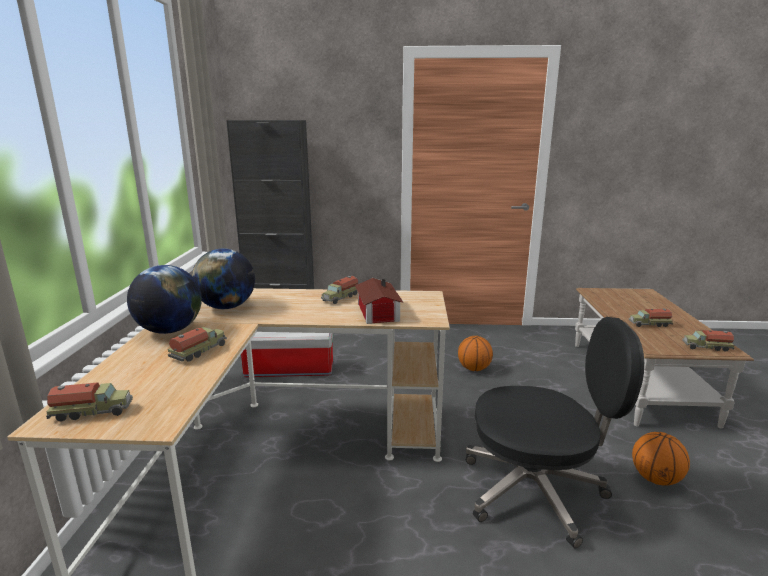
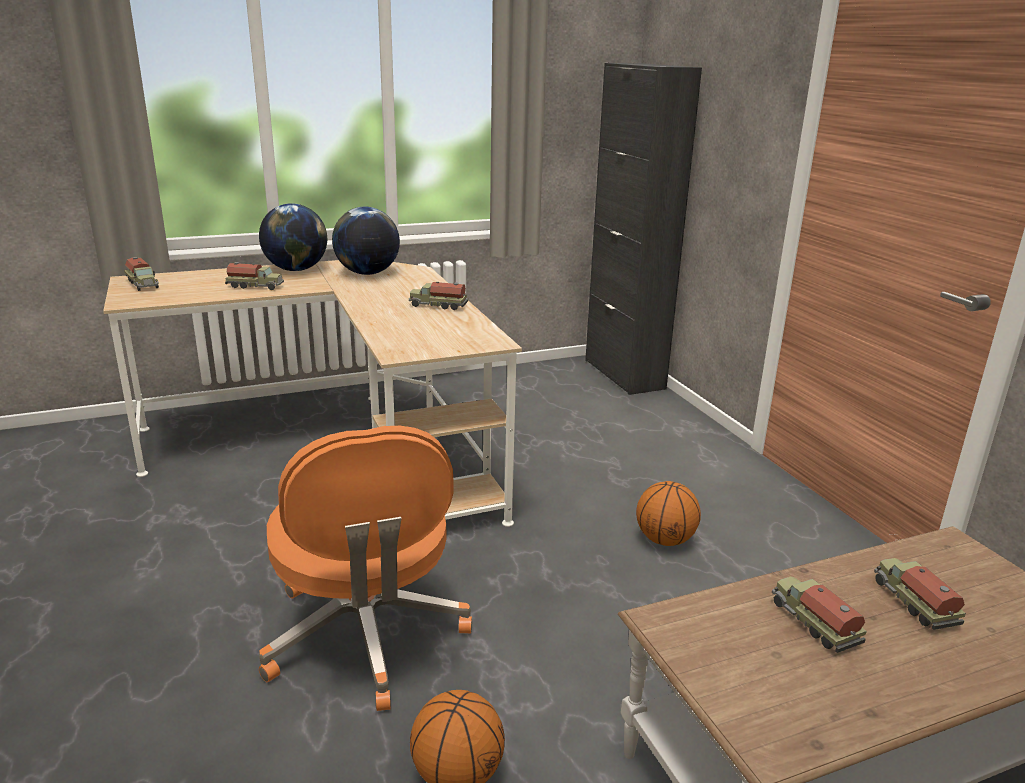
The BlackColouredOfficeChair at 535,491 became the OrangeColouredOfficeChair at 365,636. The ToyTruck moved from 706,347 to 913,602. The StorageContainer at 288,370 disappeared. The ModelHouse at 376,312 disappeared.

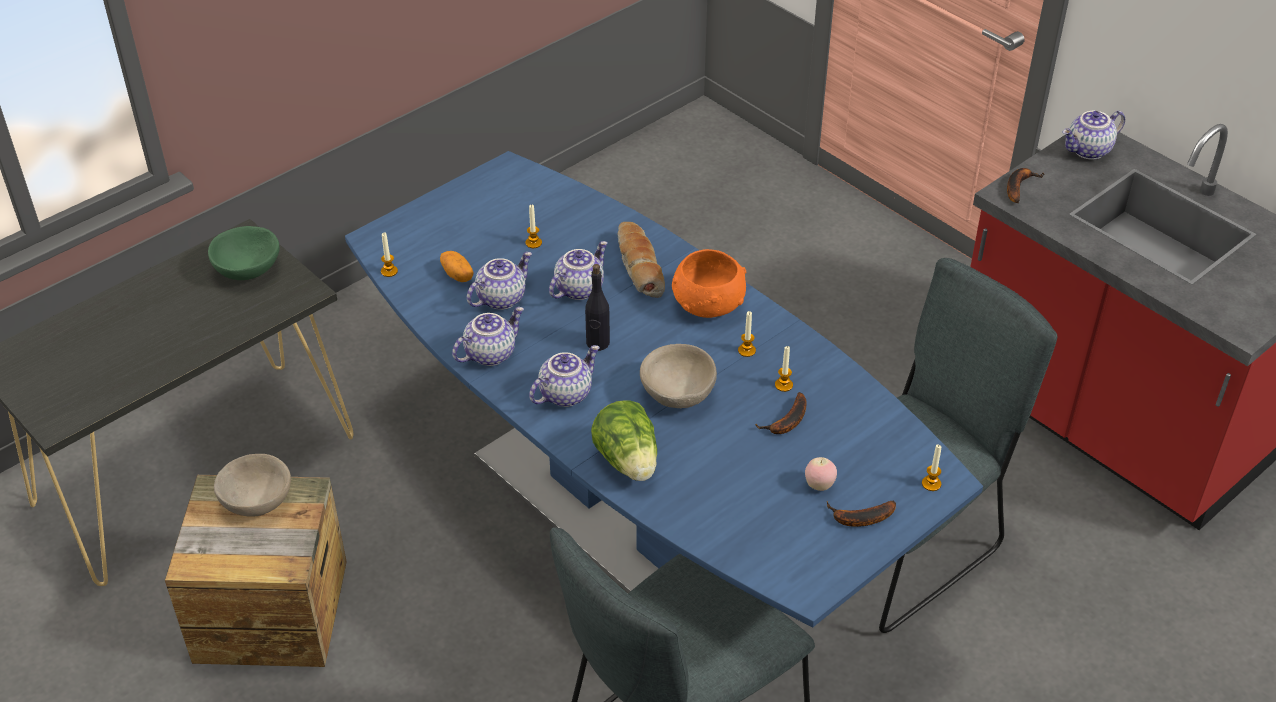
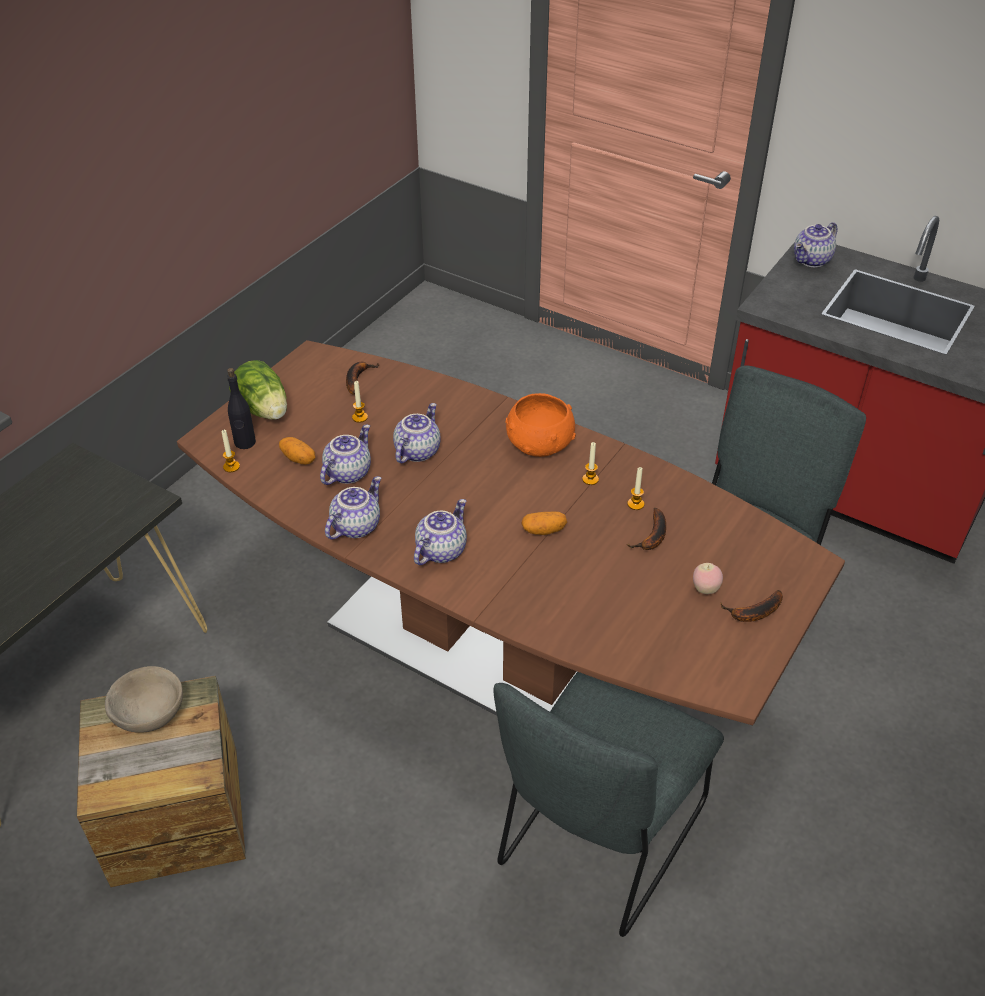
The BlueKitchenTable at 637,516 became the BrownKitchenTable at 491,649. The BlackColouredDrinkBottle moved from 597,343 to 245,442. The HeadOfLettuce moved from 628,461 to 264,411. The Banana moved from 1018,186 to 357,379. The SandColouredDeepDish at 677,393 was replaced by the Spud at 543,530. The GreenColouredDeepDish at 248,270 disappeared. The Bread at 638,267 disappeared. The WaxCandle at 931,484 disappeared.

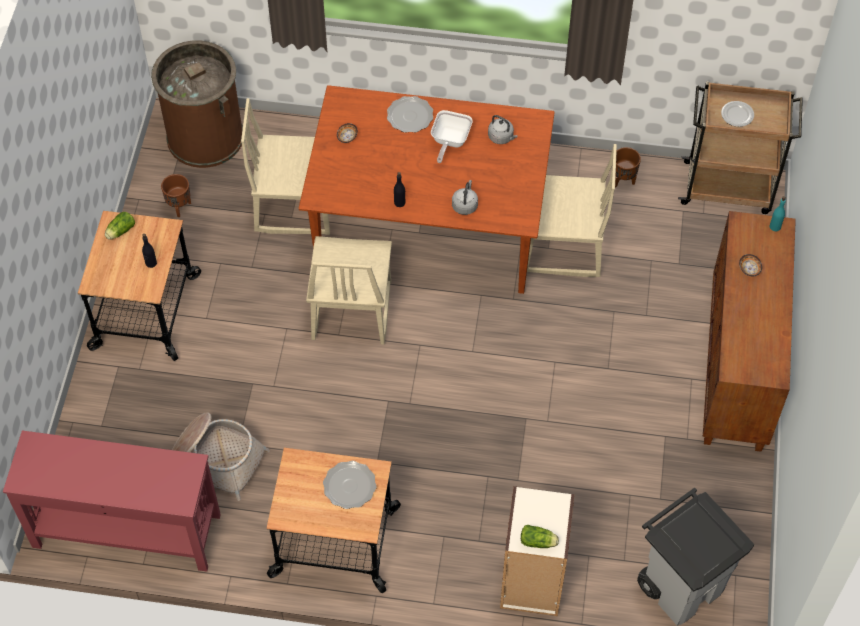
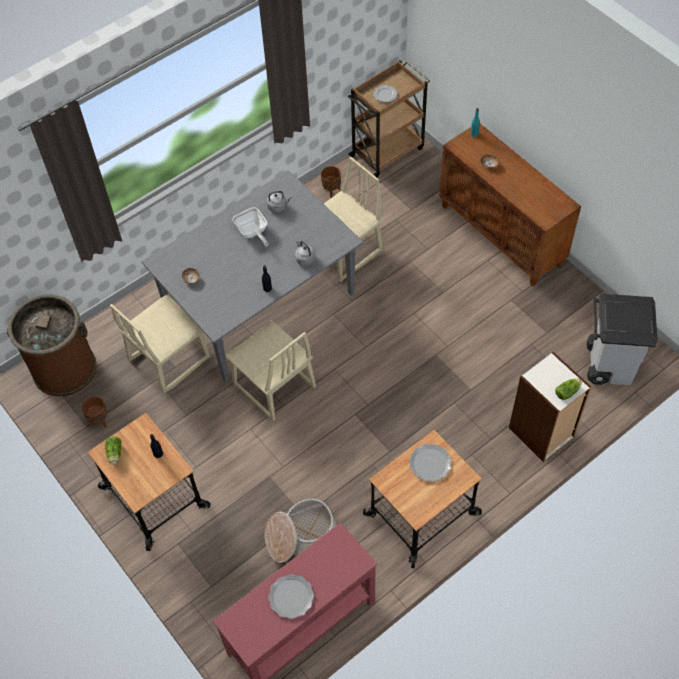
The BrownKitchenTable at 428,228 became the GreyishKitchenTable at 260,305. The DinnerPlate moved from 410,116 to 291,597.

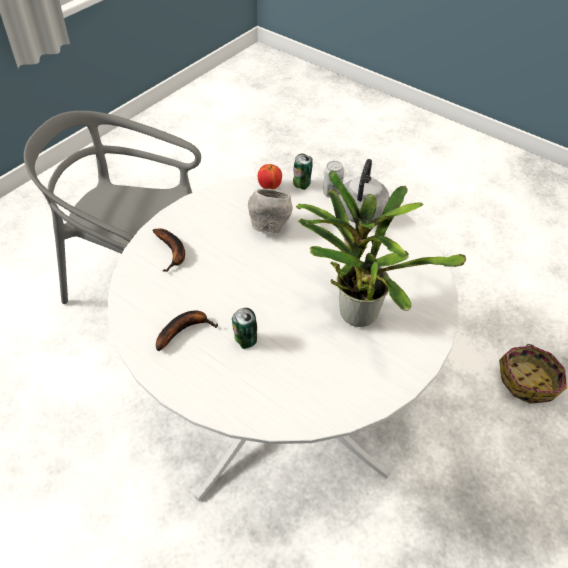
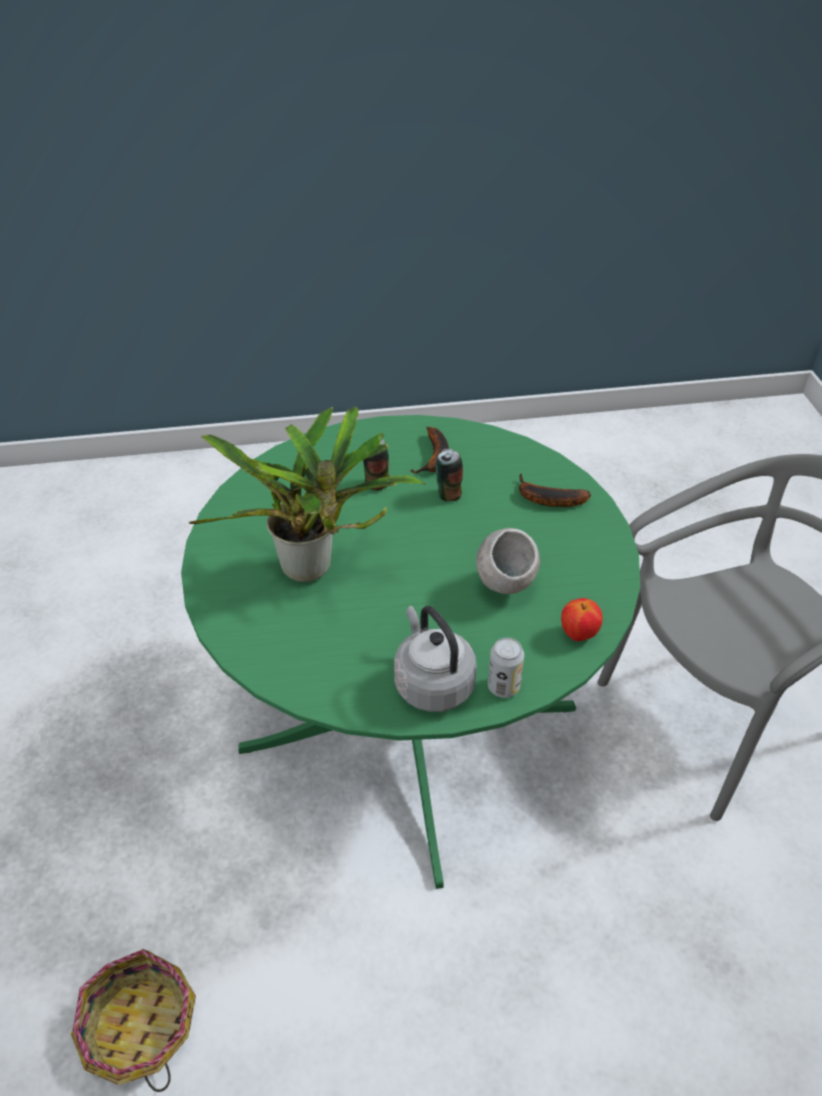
The WhiteKitchenTable at 280,404 became the GreenColouredKitchenTable at 411,728. The SealedCan moved from 301,185 to 448,494.

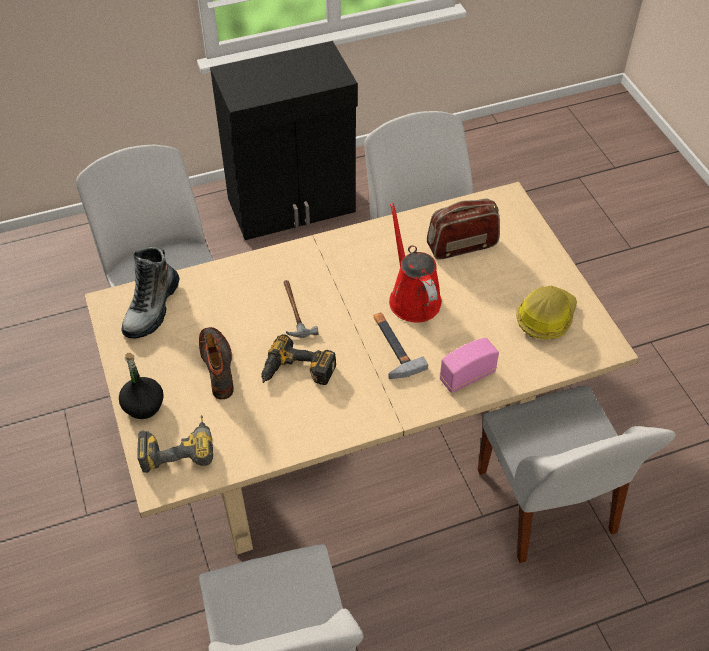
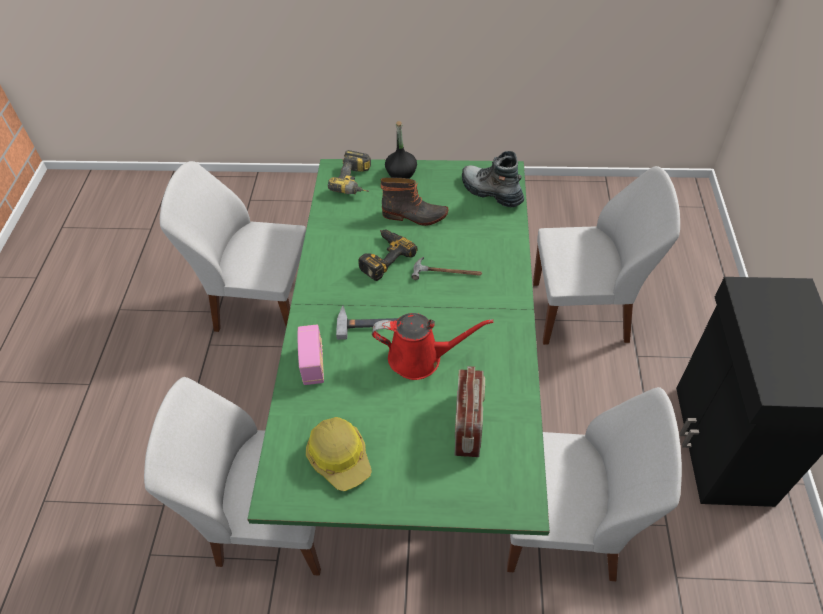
The SandColouredKitchenTable at 352,435 became the GreenColouredKitchenTable at 415,401.

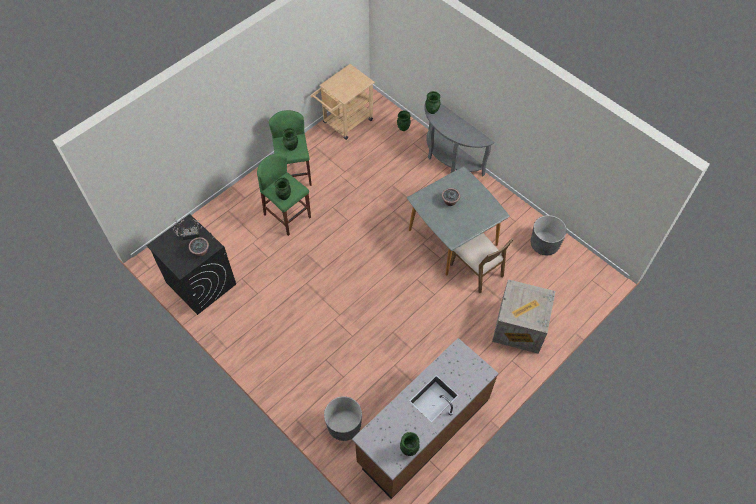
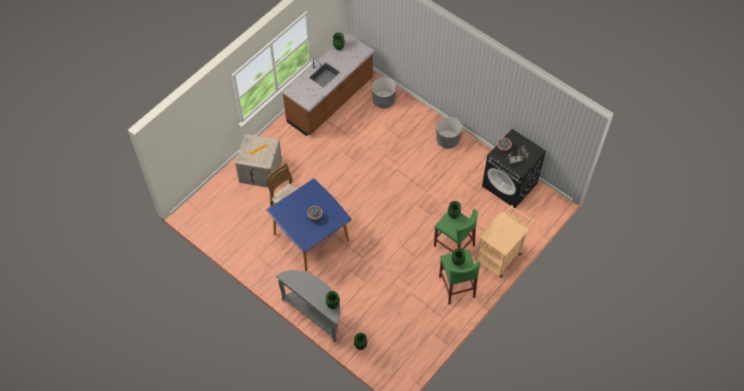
The GreyishKitchenTable at 453,237 became the BlueKitchenTable at 311,237. The GreyishFlowerPot moved from 544,244 to 447,140. The SandColouredTrolley moved from 344,123 to 501,254.

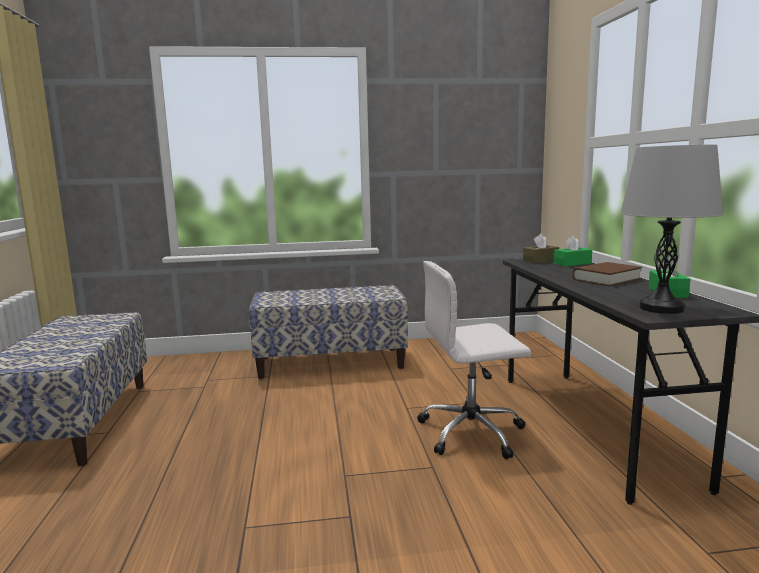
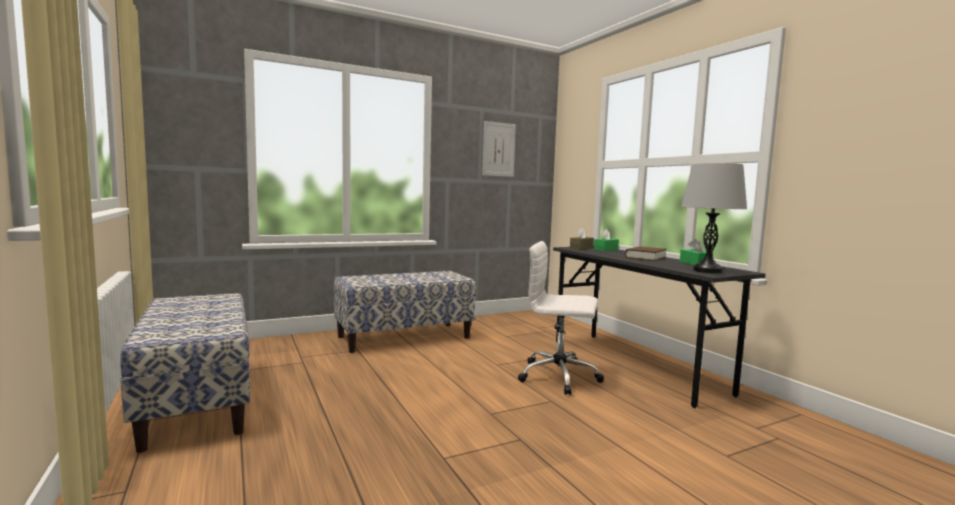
The WallPicture at 498,149 appeared. The WhiteOfficeChair at 473,432 turned 45 degrees clockwise.

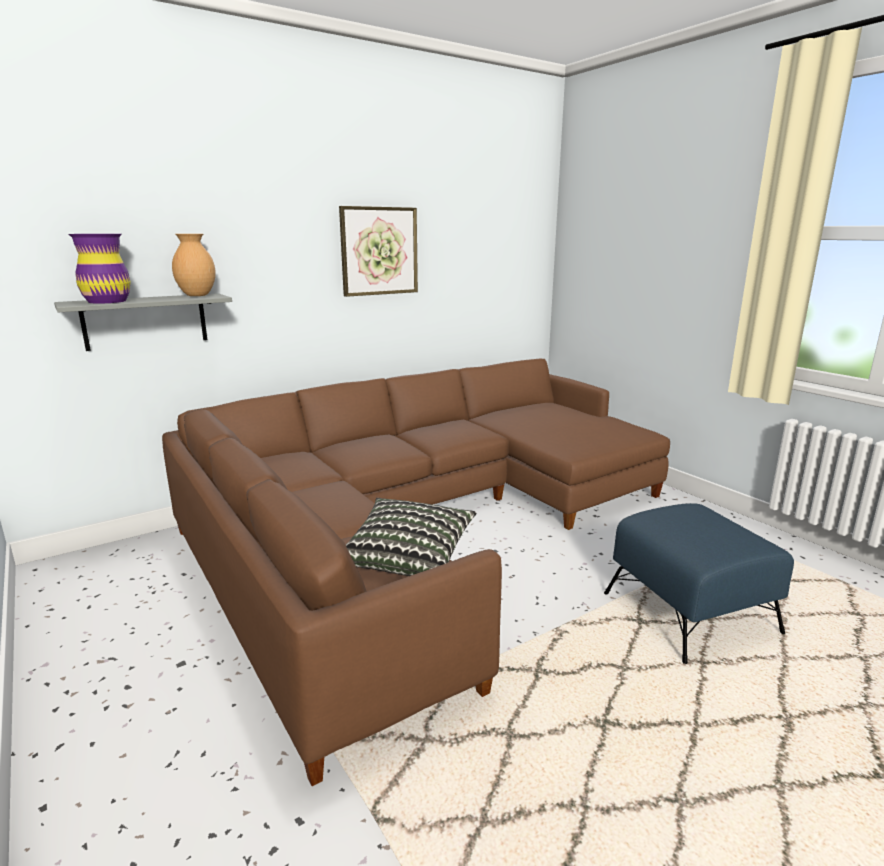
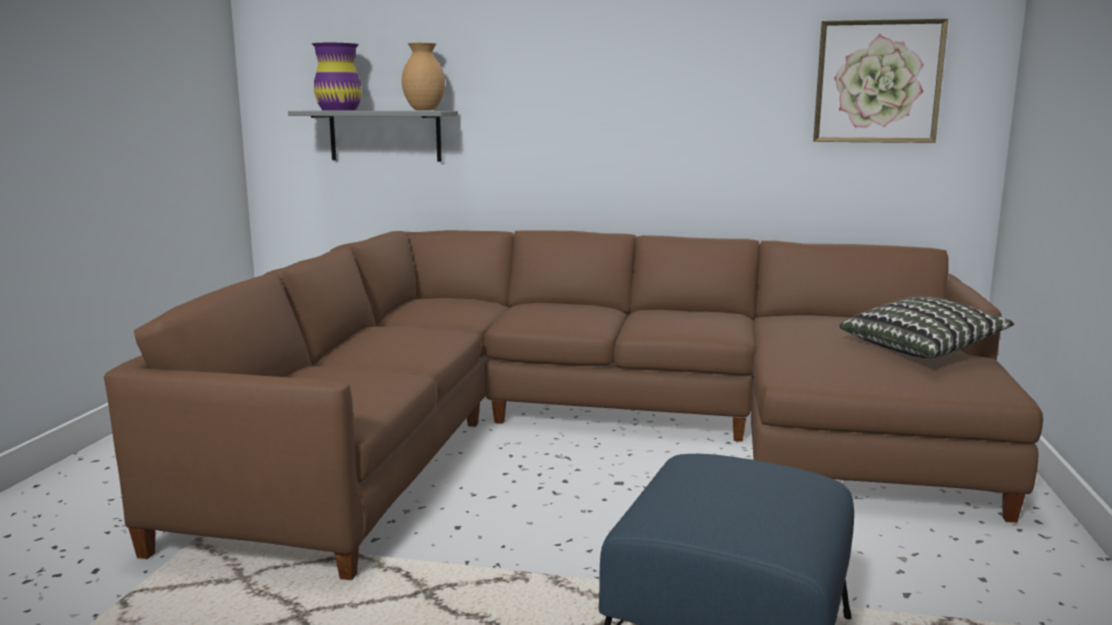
The WallPicture moved from 379,251 to 877,82. The Cushion moved from 408,556 to 921,349.

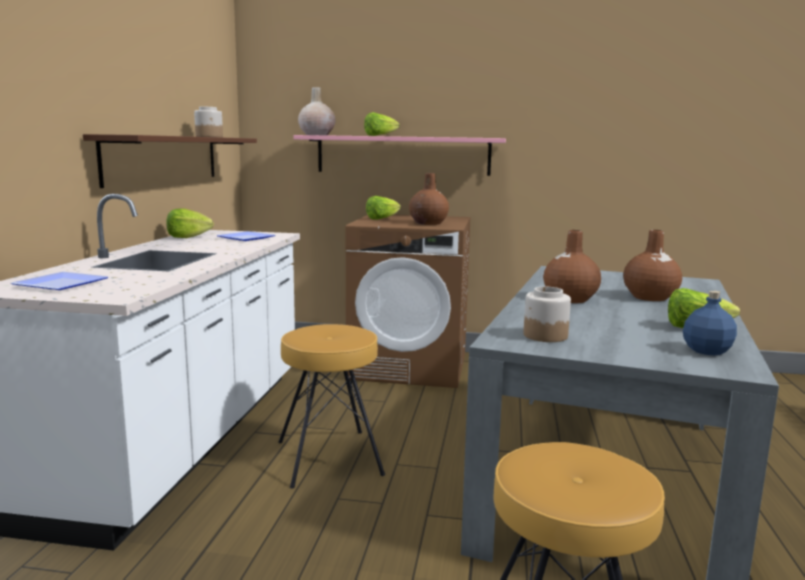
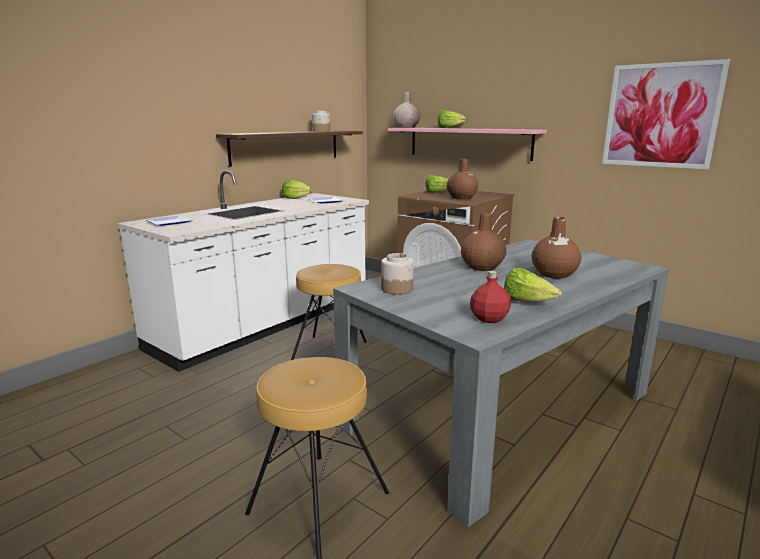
The BlueDrinkBottle at 706,351 became the RedColouredDrinkBottle at 488,319. The WallPicture at 661,116 appeared.

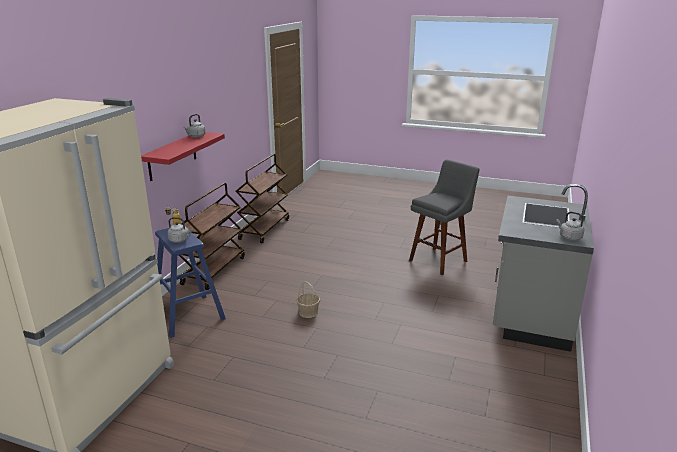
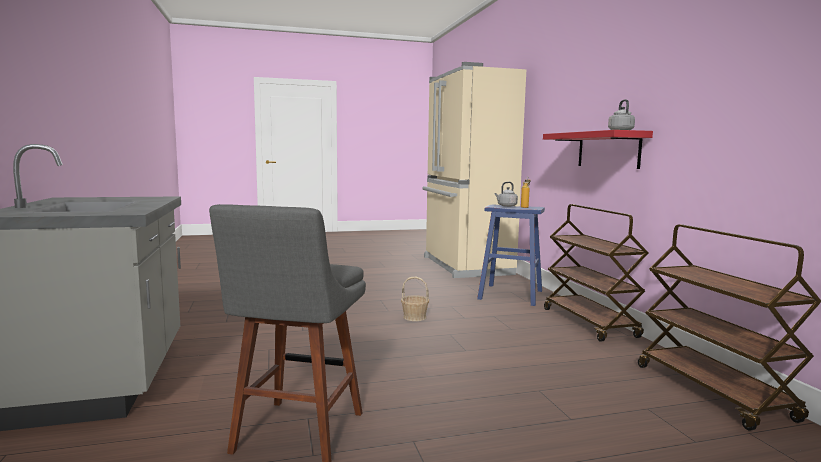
The GreyishTeaKettle at 569,237 disappeared.

